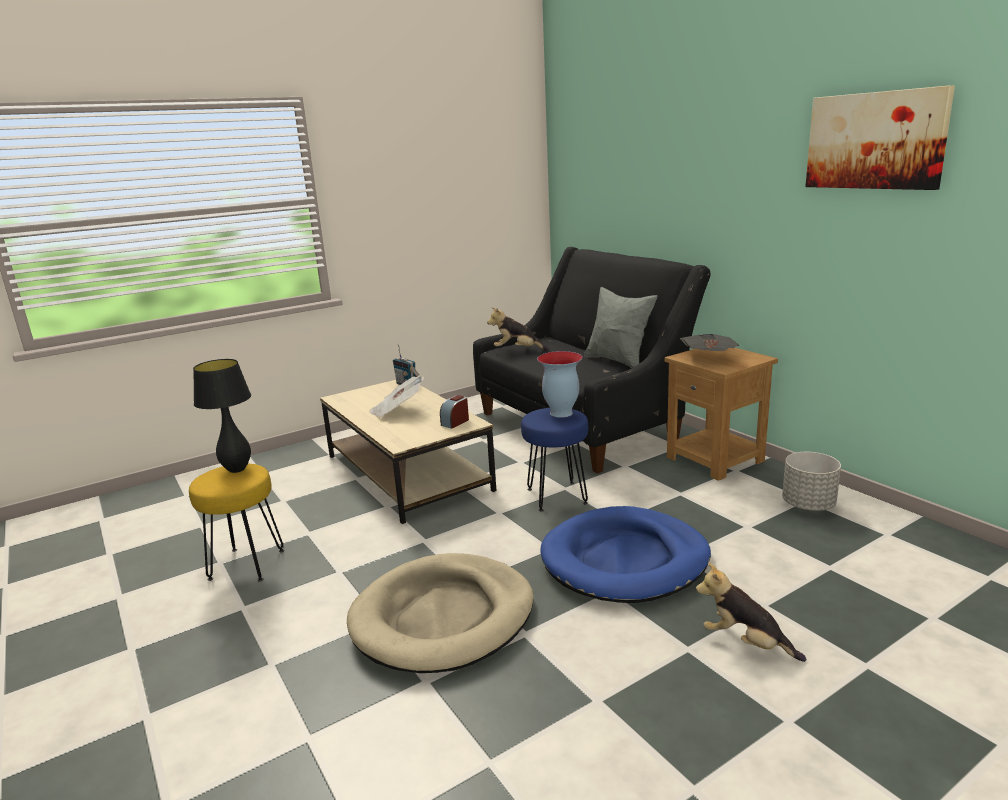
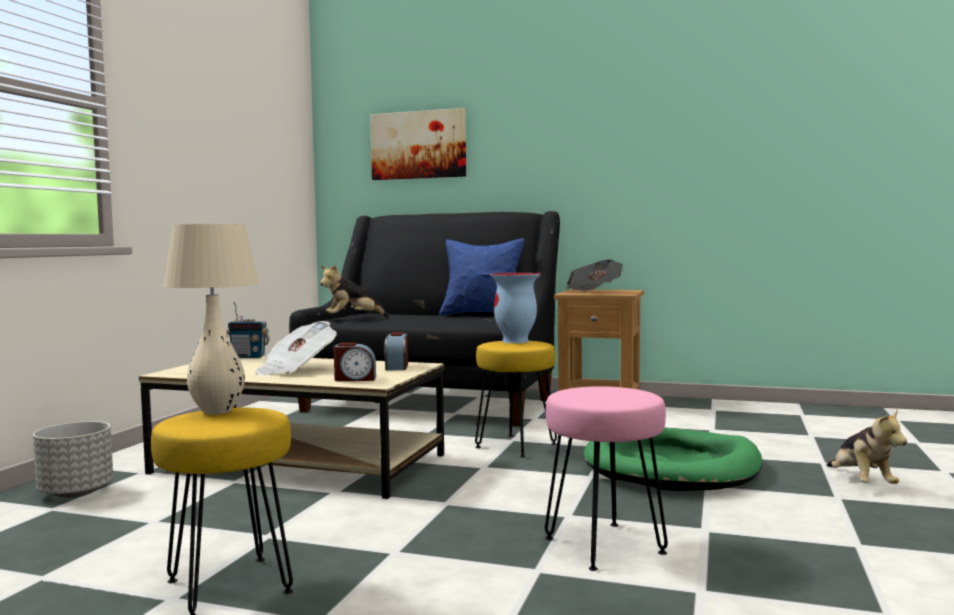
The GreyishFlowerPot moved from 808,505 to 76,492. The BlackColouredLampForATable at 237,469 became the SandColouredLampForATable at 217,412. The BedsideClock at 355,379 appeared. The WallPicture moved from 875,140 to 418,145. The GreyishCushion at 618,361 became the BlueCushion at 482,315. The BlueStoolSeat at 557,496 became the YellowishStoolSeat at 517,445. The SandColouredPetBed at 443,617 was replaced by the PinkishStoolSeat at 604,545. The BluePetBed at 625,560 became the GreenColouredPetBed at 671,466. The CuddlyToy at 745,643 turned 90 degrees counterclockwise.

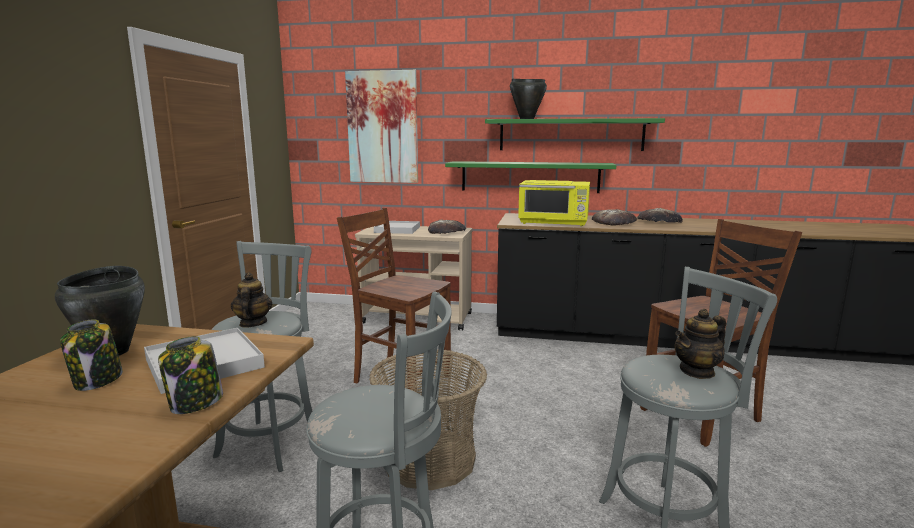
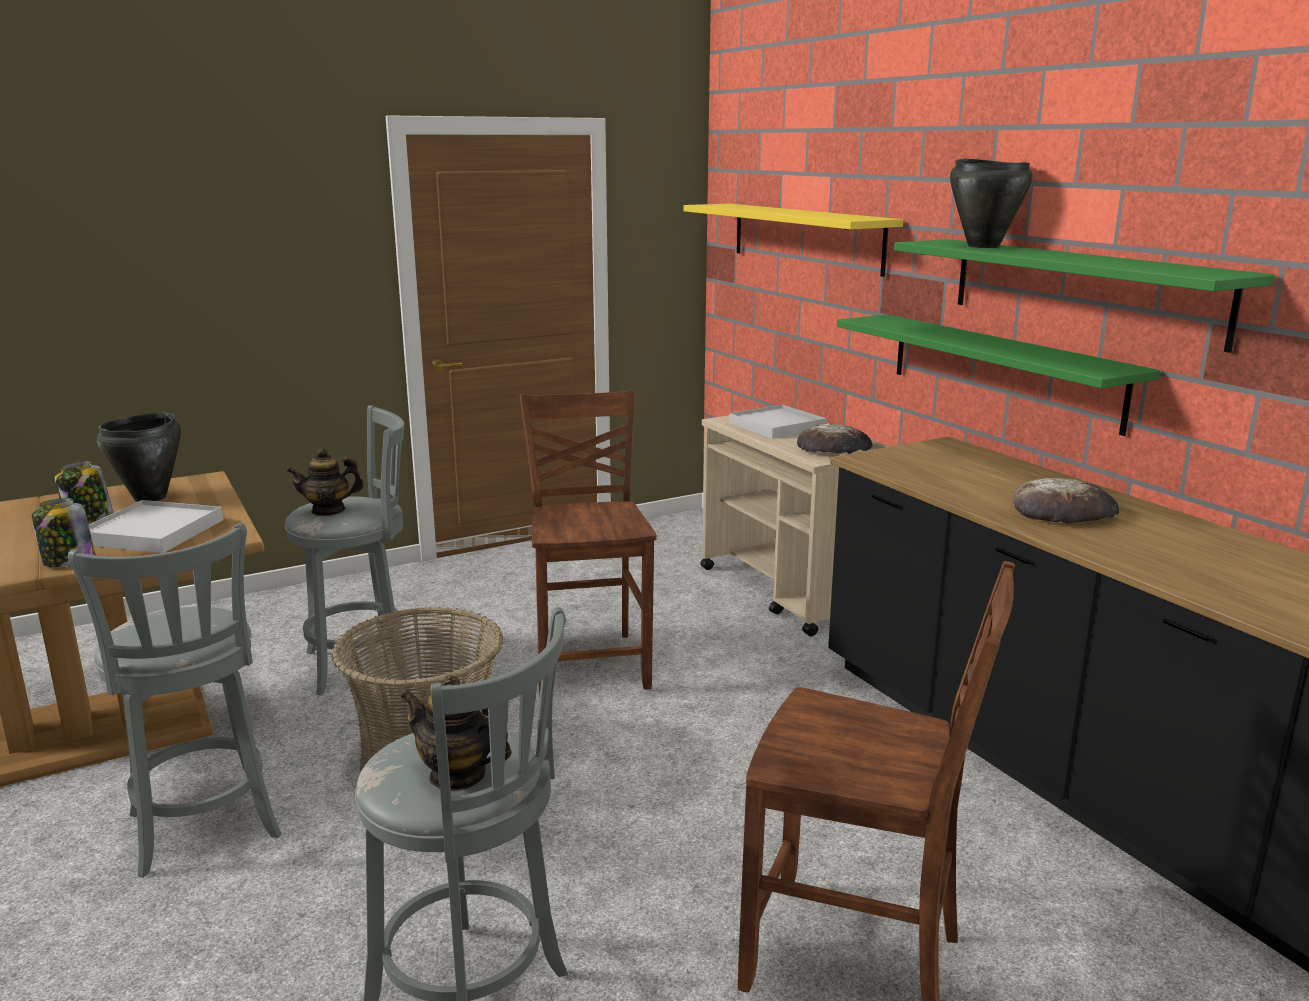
The Teapot at 252,323 turned 150 degrees counterclockwise. The WallPicture at 382,127 was replaced by the YellowishBracketShelf at 805,237. The YellowishKitchenMicrowave at 554,223 disappeared. The Bread at 659,221 disappeared.

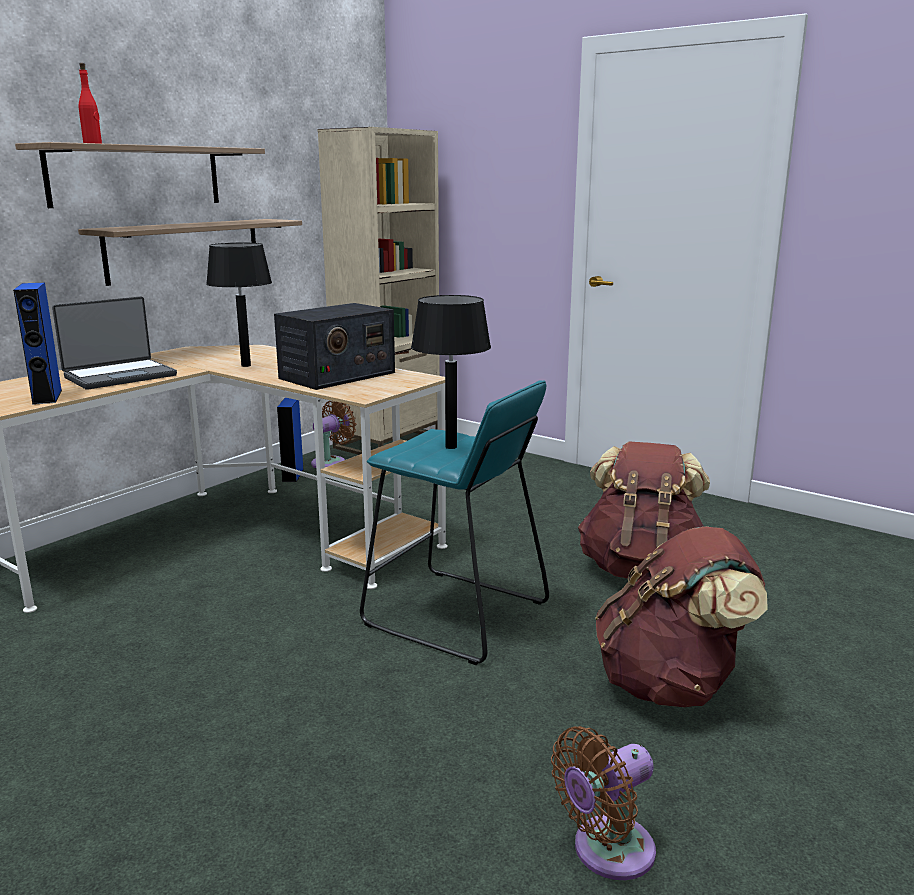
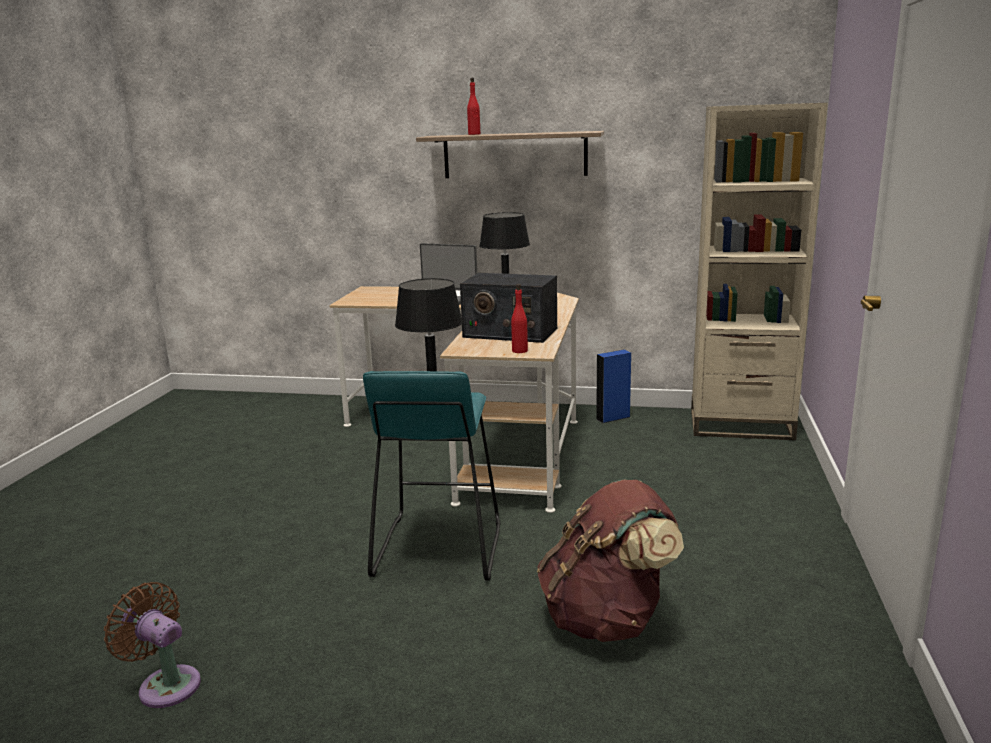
The RedColouredDrinkBottle at 520,351 appeared. The BlueSpeaker at 47,397 disappeared. The BracketShelf at 184,250 disappeared. The BrownElectricFan at 332,462 disappeared. The BrownRucksack at 671,685 disappeared.

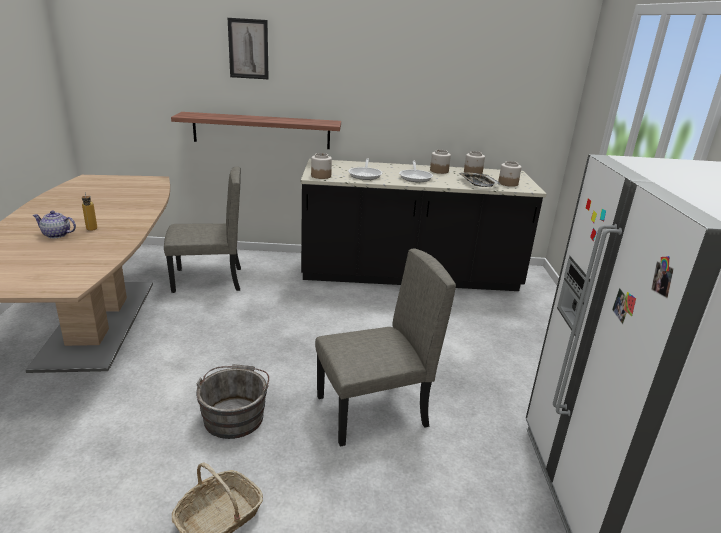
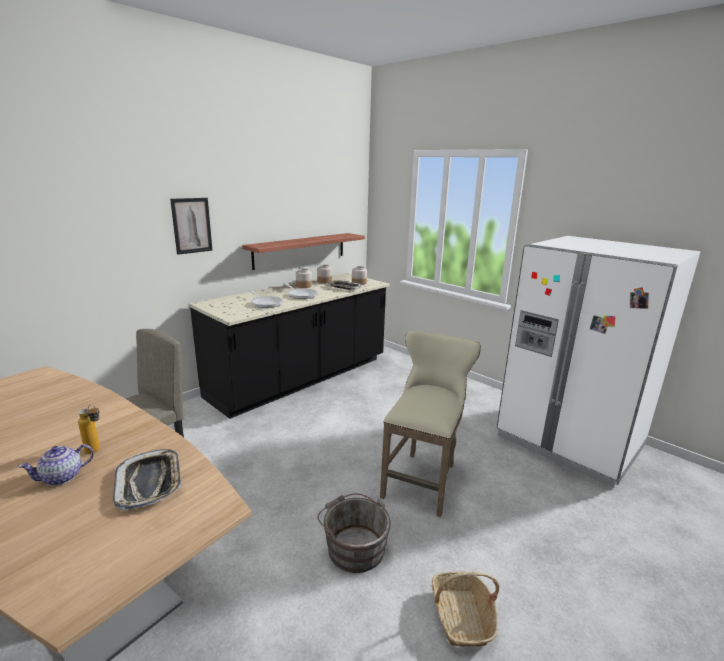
The Tray at 150,483 appeared. The WallPicture moved from 248,49 to 192,225. The BracketShelf moved from 261,130 to 300,250. The SandColouredUprightChair at 372,412 was replaced by the SandColouredStoolSeat at 423,479. The StorageJar at 321,176 disappeared.

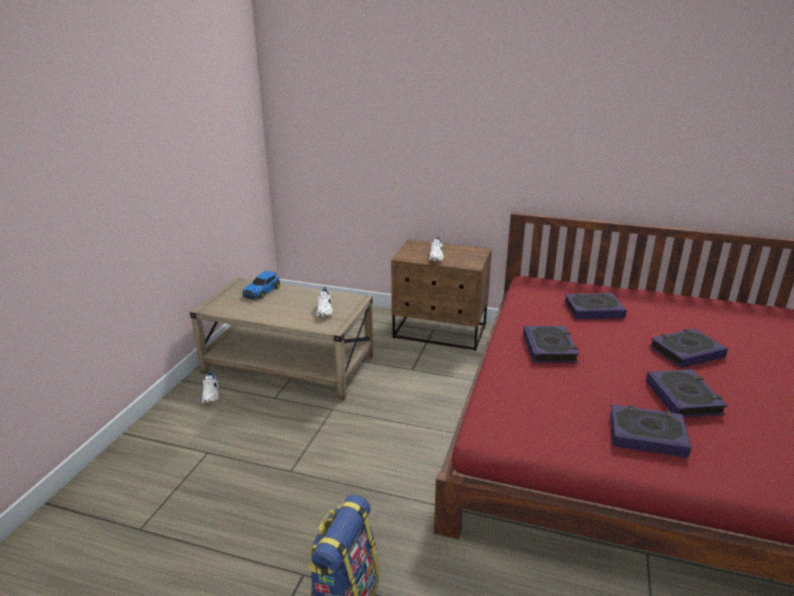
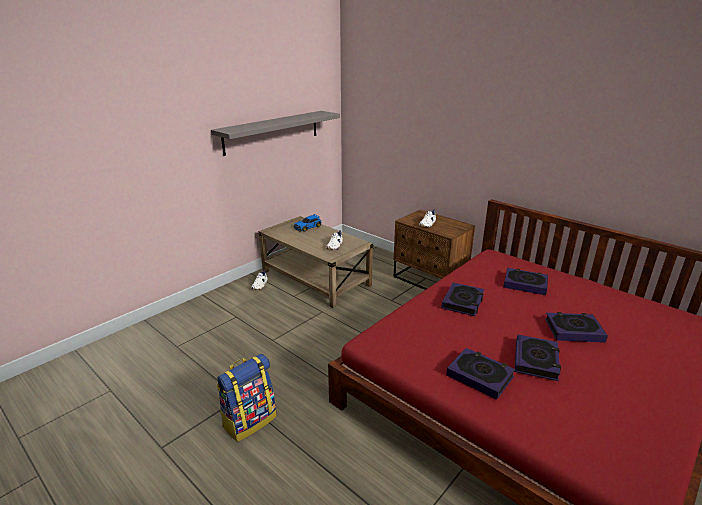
The GreyishBracketShelf at 272,132 appeared.

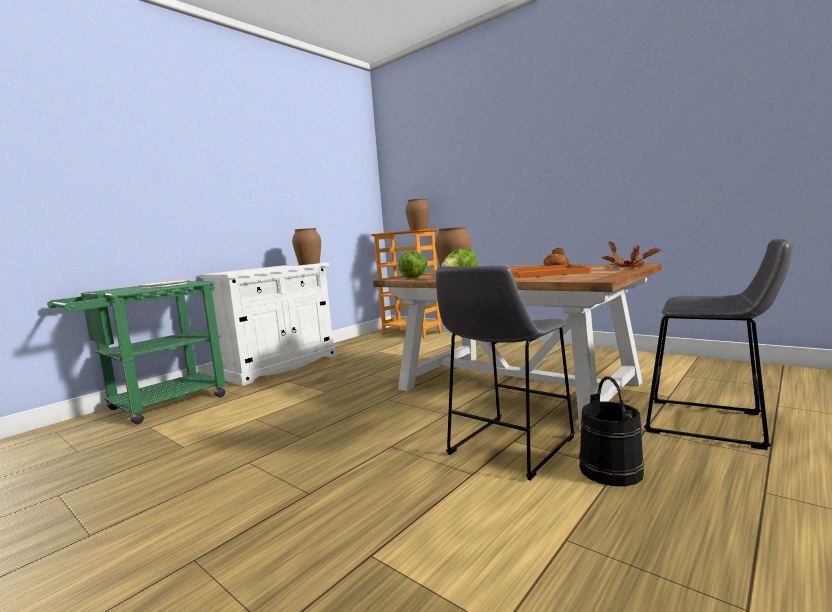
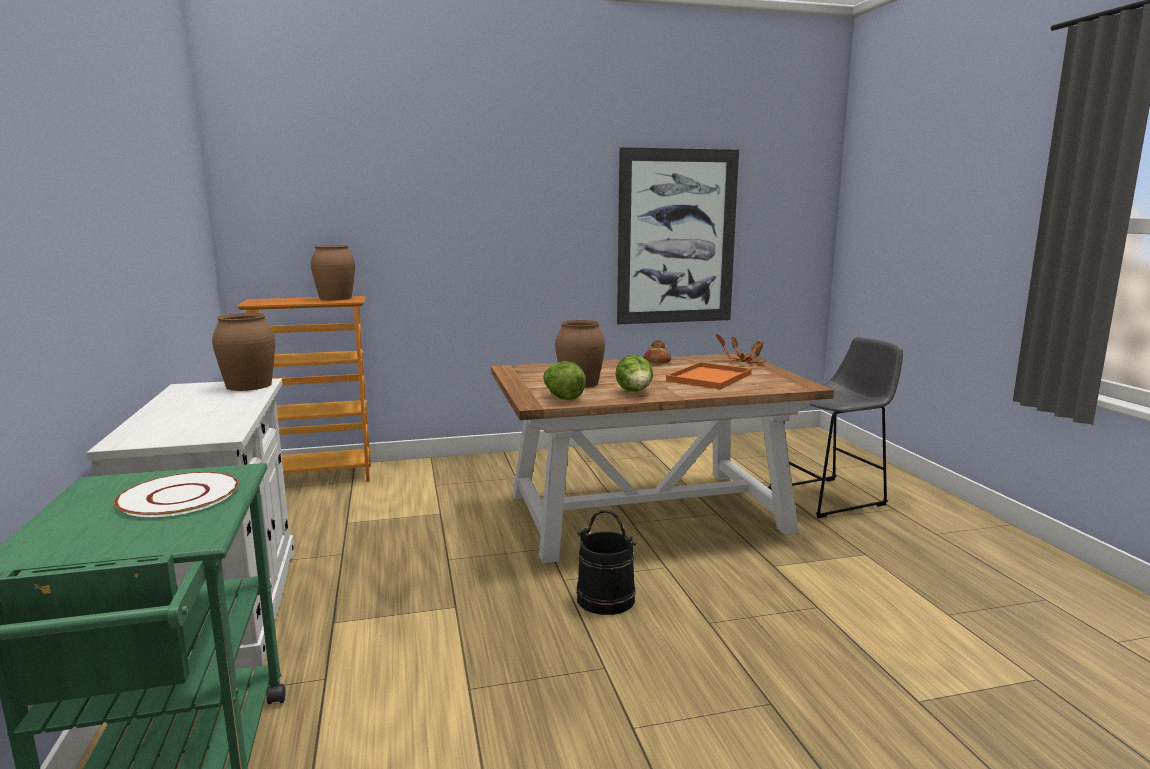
The BlackColouredBucket moved from 611,470 to 606,598. The WallPicture at 677,237 appeared. The GreyishStoolSeat at 507,448 disappeared.

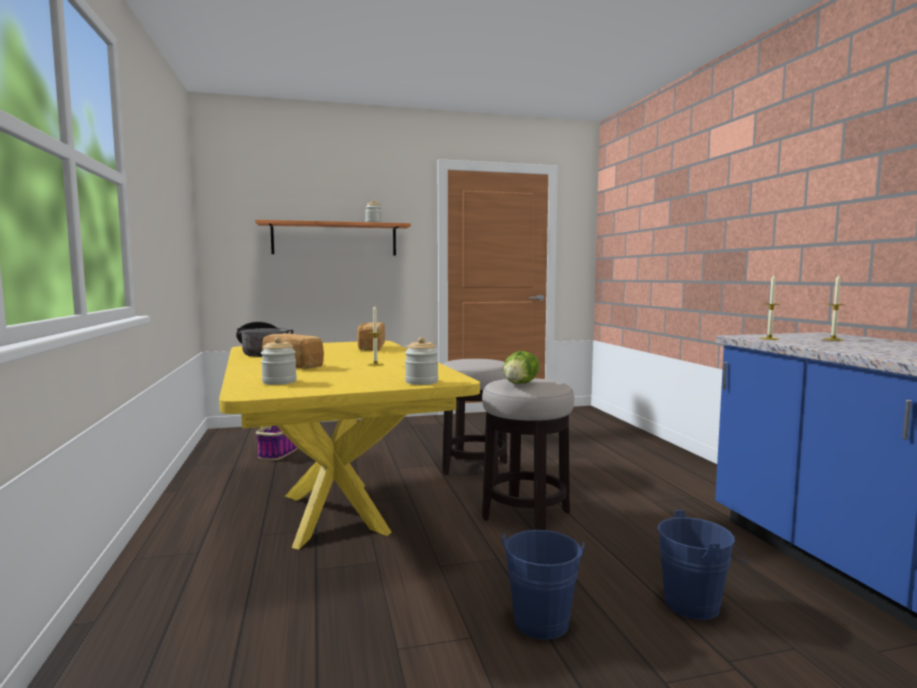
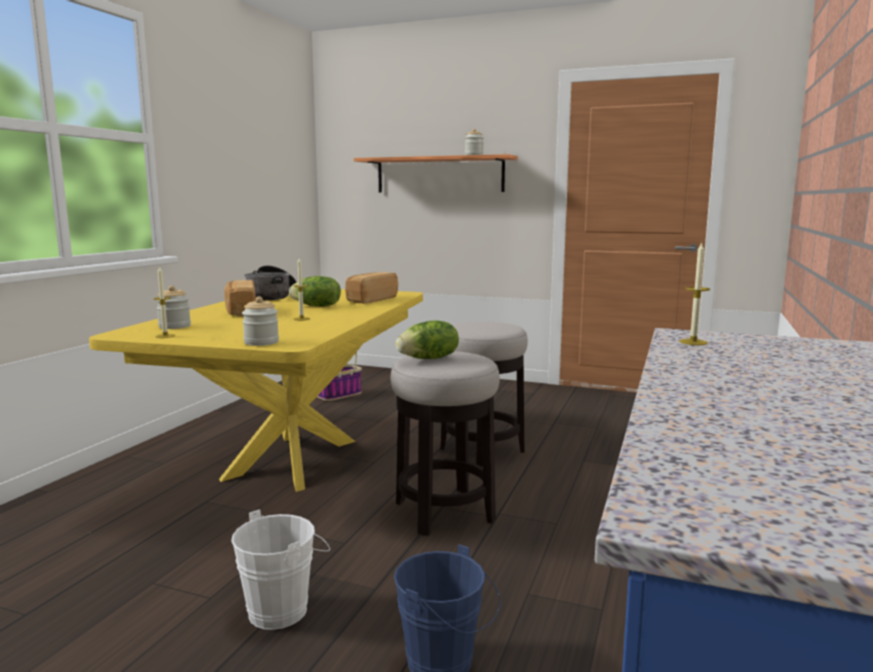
The WaxCandle moved from 833,339 to 165,336. The BlueBucket at 542,618 became the WhiteBucket at 284,608. The HeadOfLettuce at 316,306 appeared.

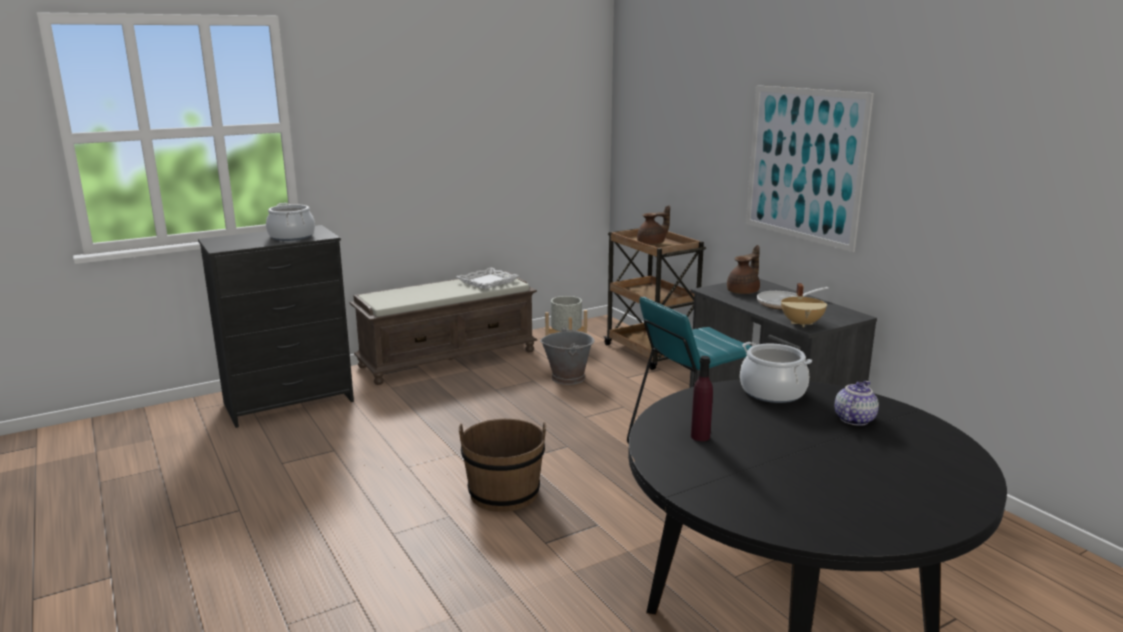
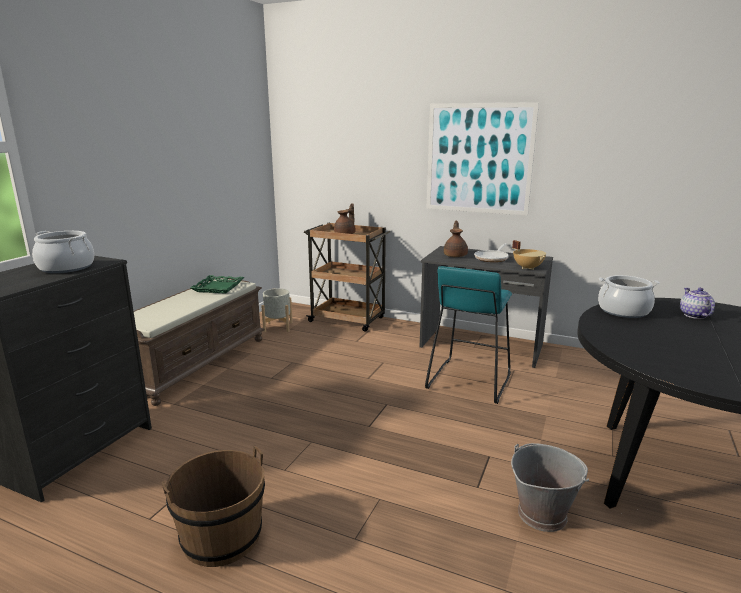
The BrownBucket moved from 504,493 to 222,536. The WhiteTray at 488,282 became the GreenColouredTray at 218,287. The GreyishBucket moved from 568,377 to 541,513. The PurpleColouredDrinkBottle at 700,436 disappeared.

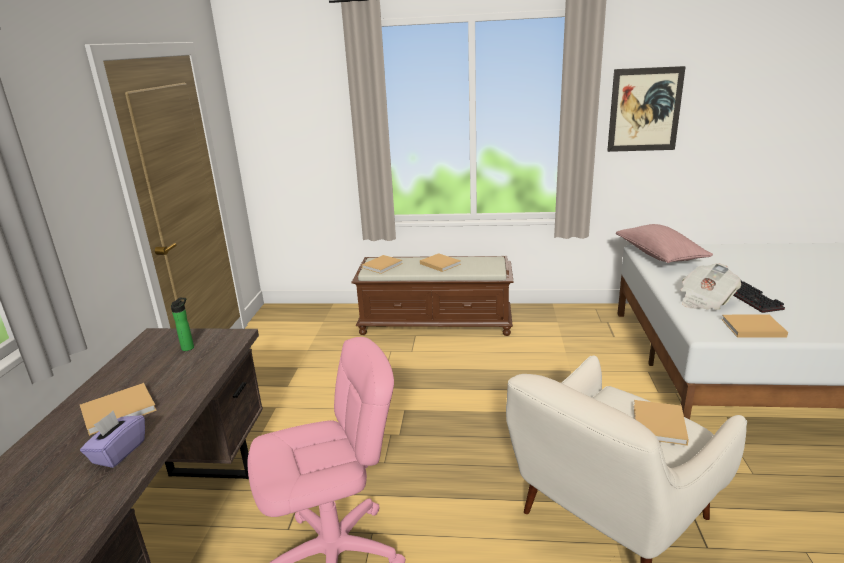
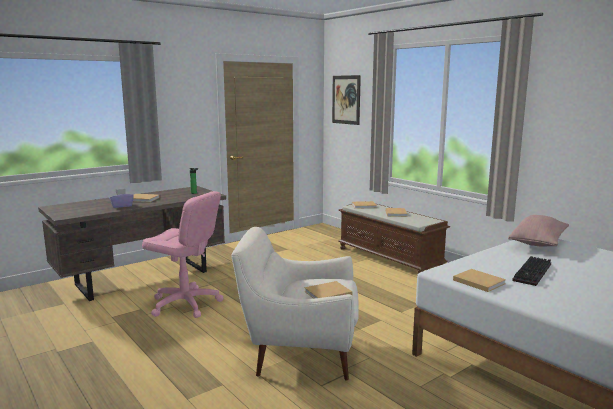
The WallPicture moved from 644,110 to 346,99. The DailyPaper at 705,301 disappeared.

